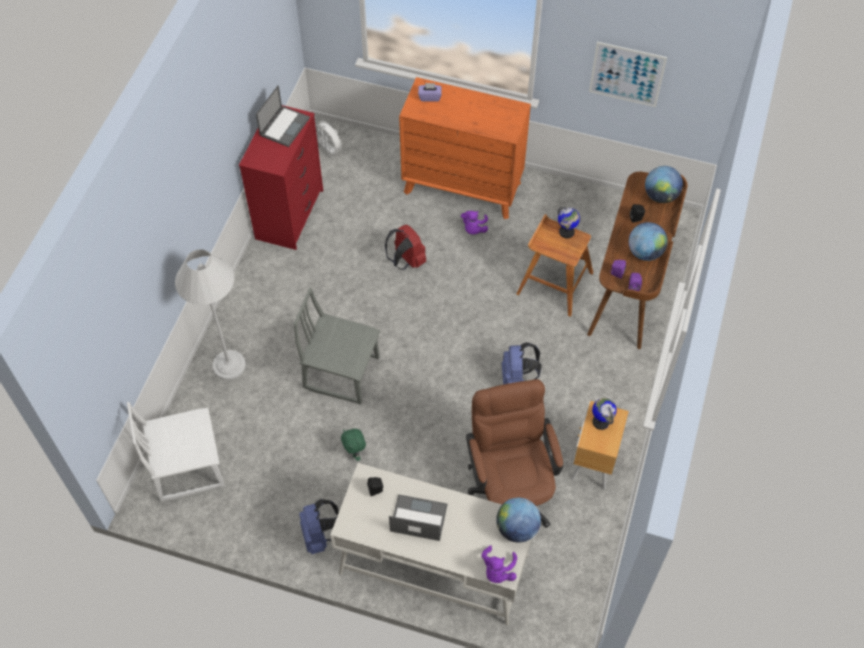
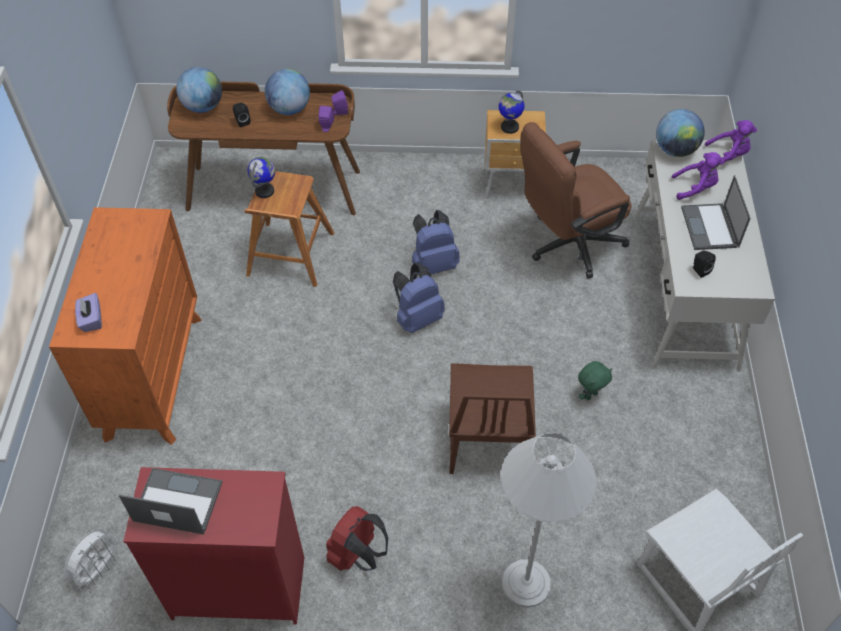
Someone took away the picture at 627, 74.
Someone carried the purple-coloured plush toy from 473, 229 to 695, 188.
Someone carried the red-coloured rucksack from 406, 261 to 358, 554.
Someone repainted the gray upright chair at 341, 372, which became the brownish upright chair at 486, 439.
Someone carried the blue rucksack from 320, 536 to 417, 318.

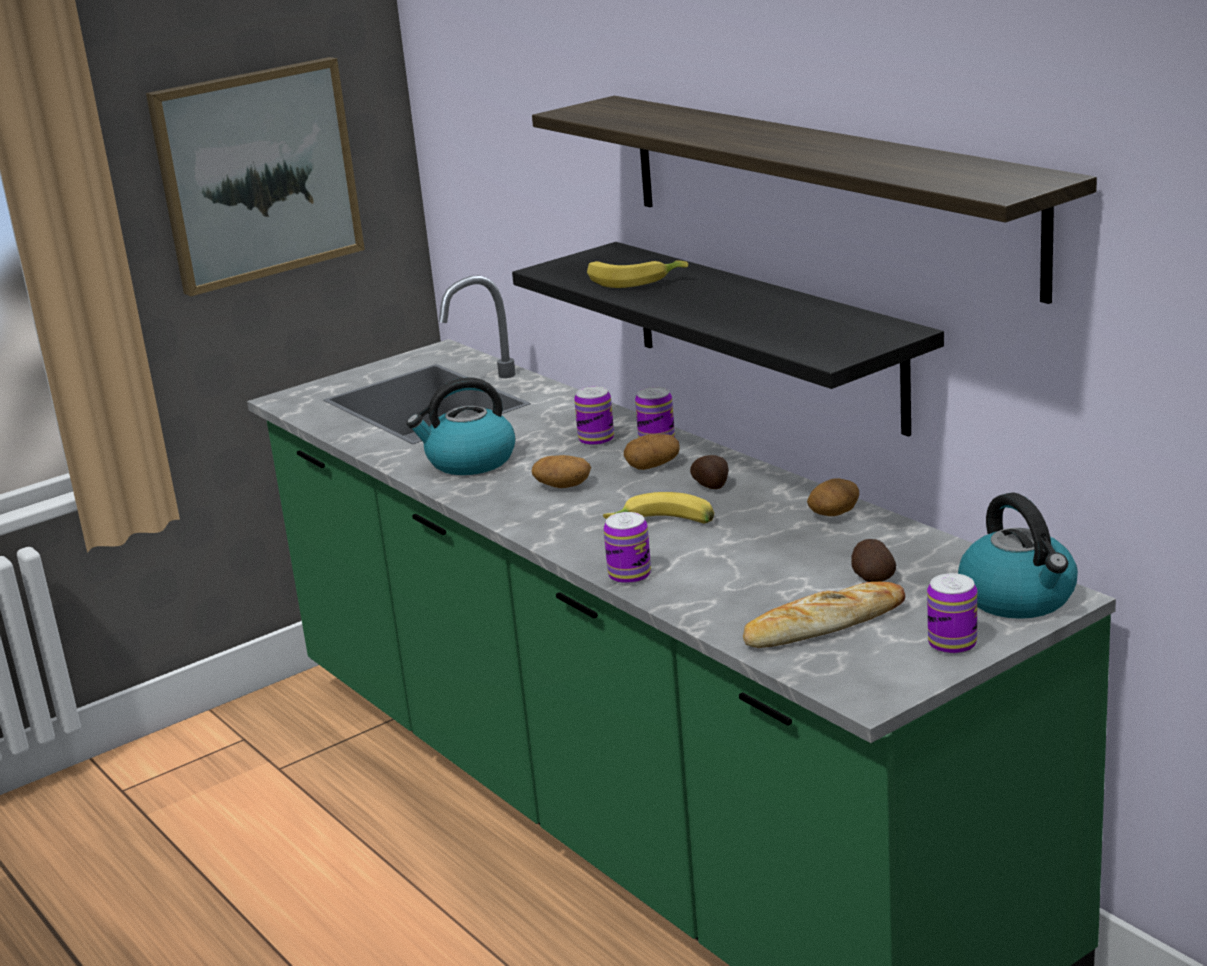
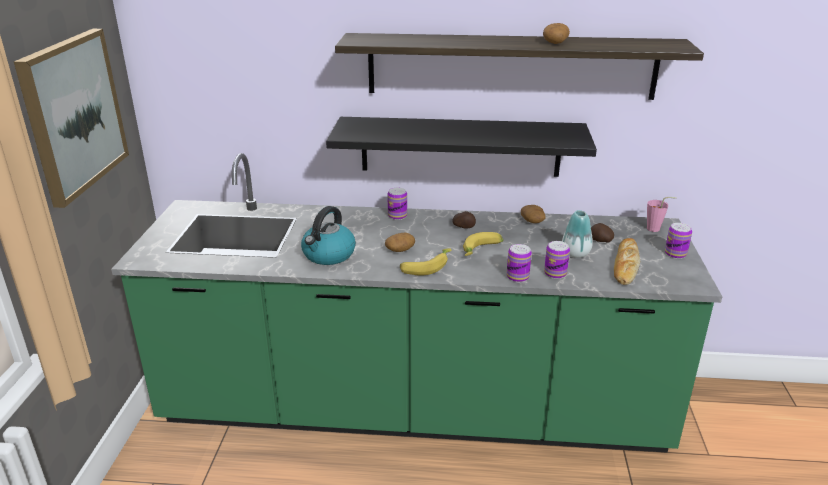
Someone carried the banana fruit from 634, 281 to 425, 267.
Someone carried the can from 596, 440 to 555, 273.
Someone carried the potato from 653, 465 to 555, 42.
Someone swapped the kettle at 1019, 598 for the pink cup at 656, 229.
Someone put down the flower vase at 575, 253.

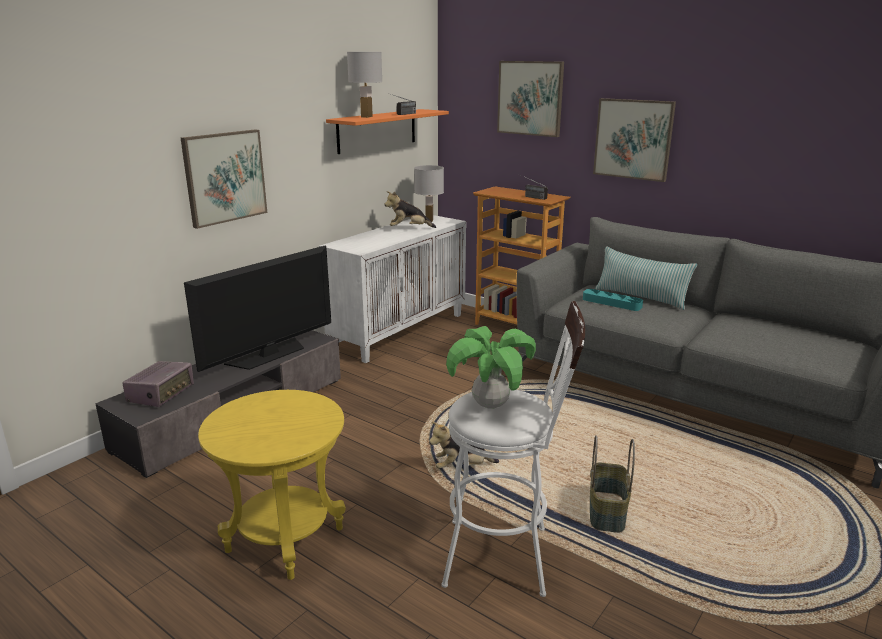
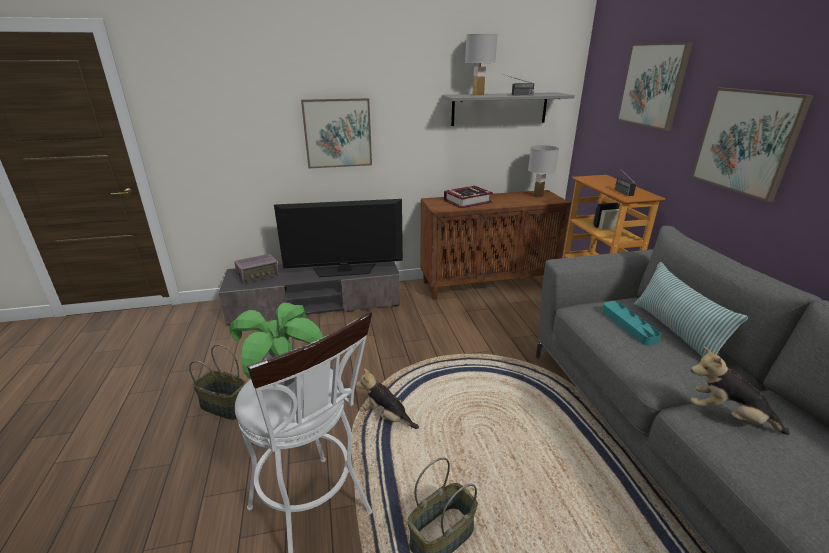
Someone repainted the orange wall shelf at 377, 130, which became the gray wall shelf at 499, 109.
Someone carried the plush toy from 409, 229 to 727, 416.
Someone repainted the whitish cupboard at 399, 331, which became the brownish cupboard at 488, 283.
Someone swapped the yellow end table at 285, 539 for the basket at 226, 405.
Someone put down the volume at 467, 201.

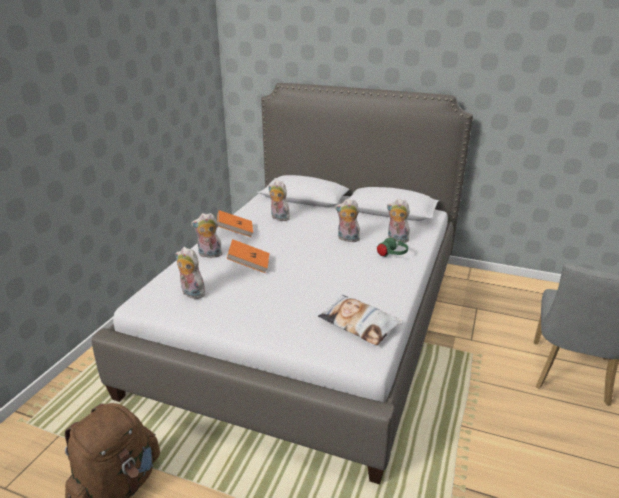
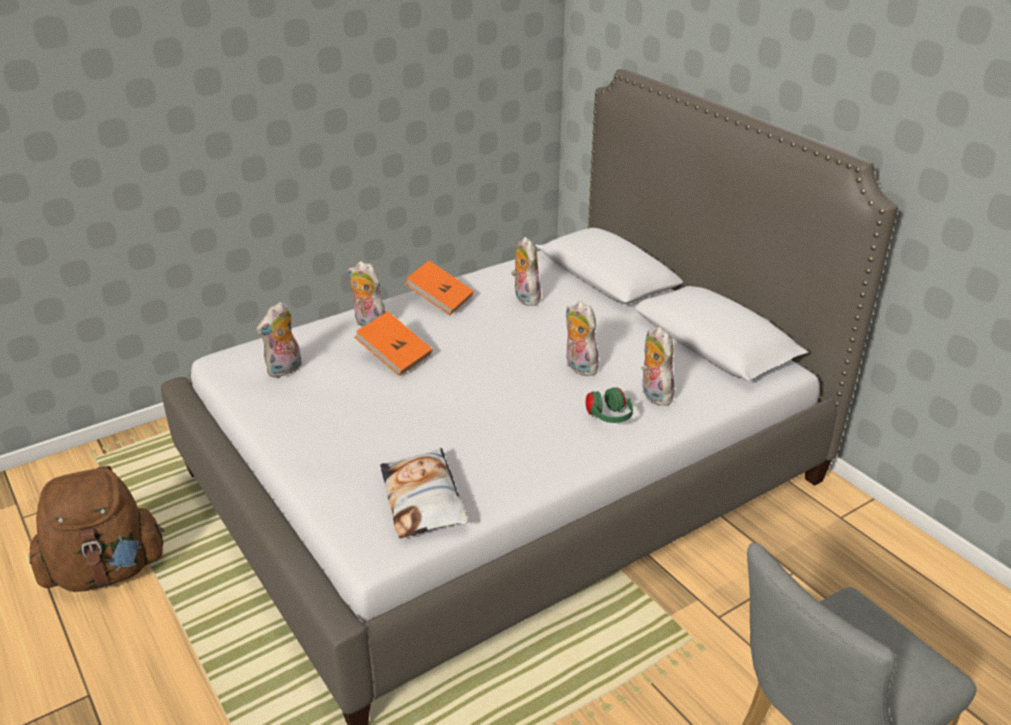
Someone rotated the plush toy at 191, 293 by 120 degrees counterclockwise.

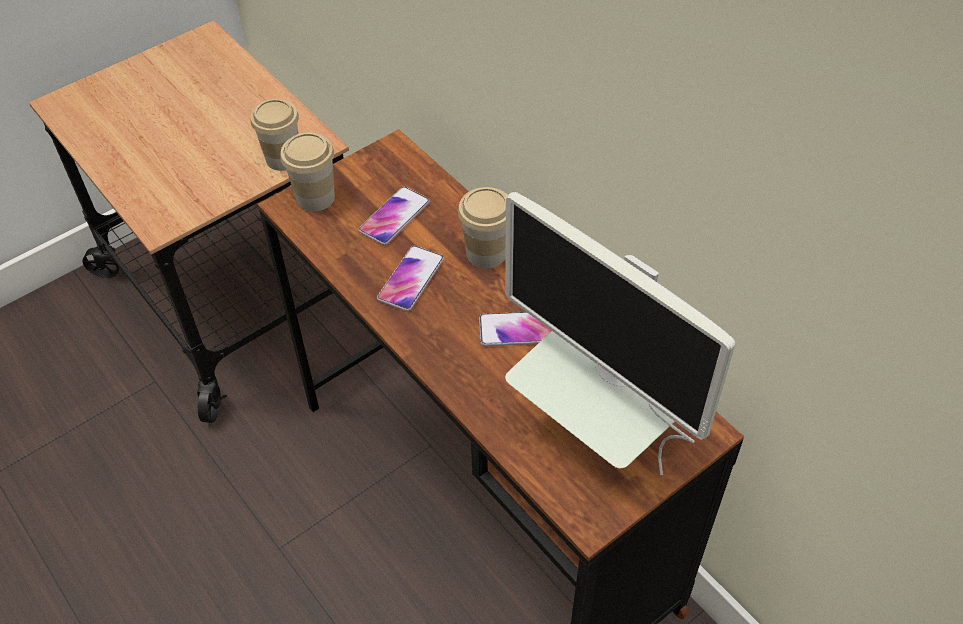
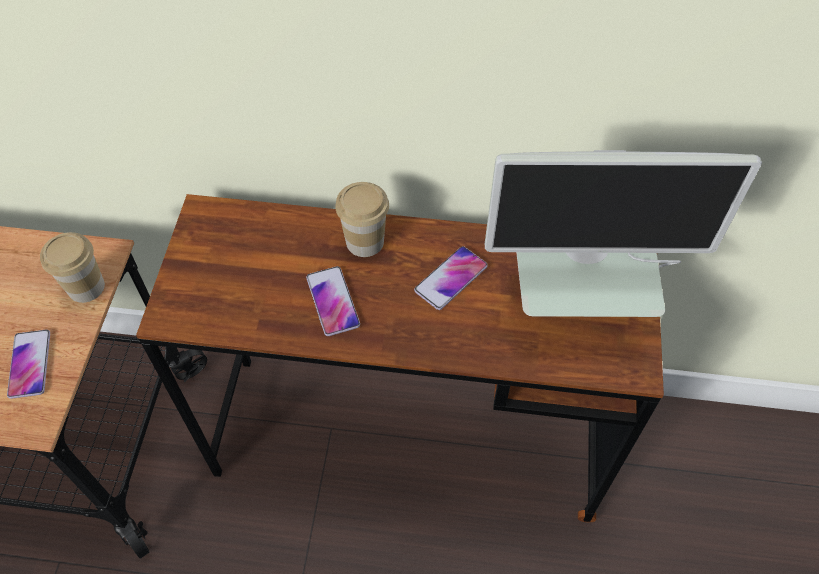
Someone took away the cup at 315, 197.
Someone carried the telephone from 394, 217 to 30, 364.

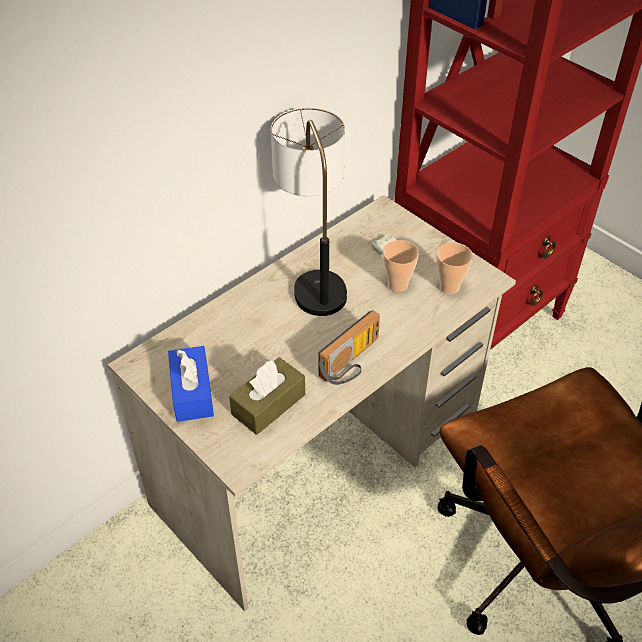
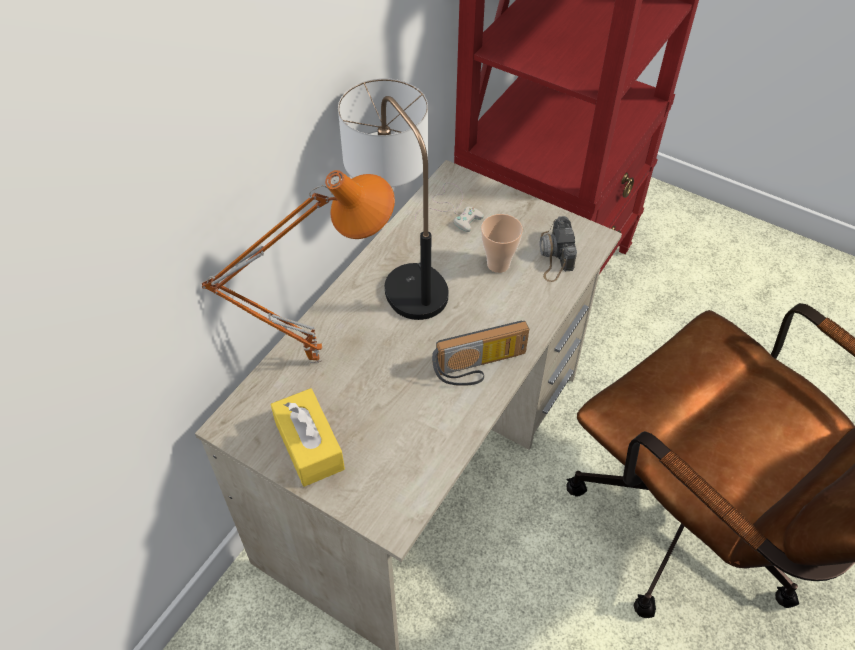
Someone swapped the cup at 449, 287 for the photo camera at 555, 255.
Someone rotated the radio at 353, 362 by 45 degrees clockwise.
Someone repainted the blue box of tissues at 192, 392, which became the yellow box of tissues at 309, 445.
Someone took away the brownish box of tissues at 268, 404.
Someone put down the orange lamp for a table at 315, 358.

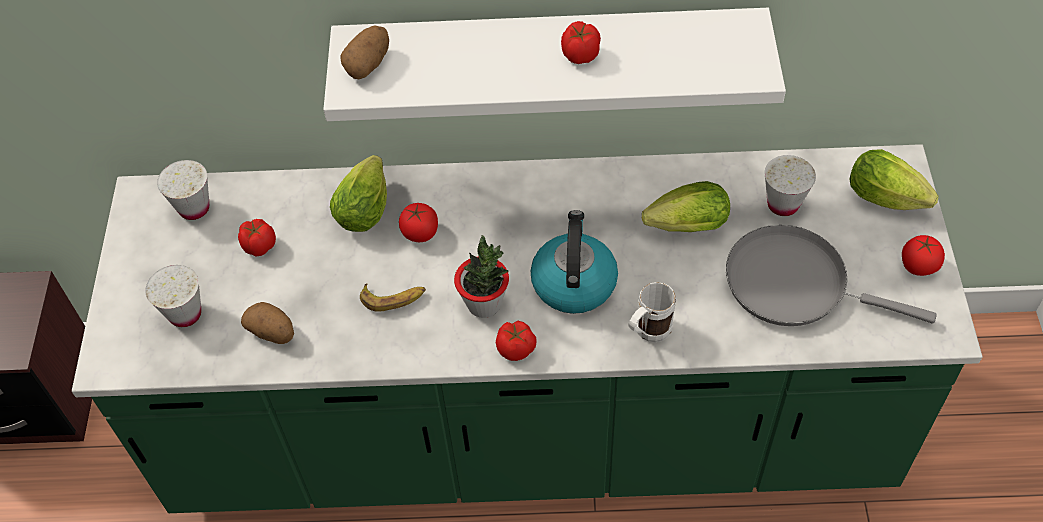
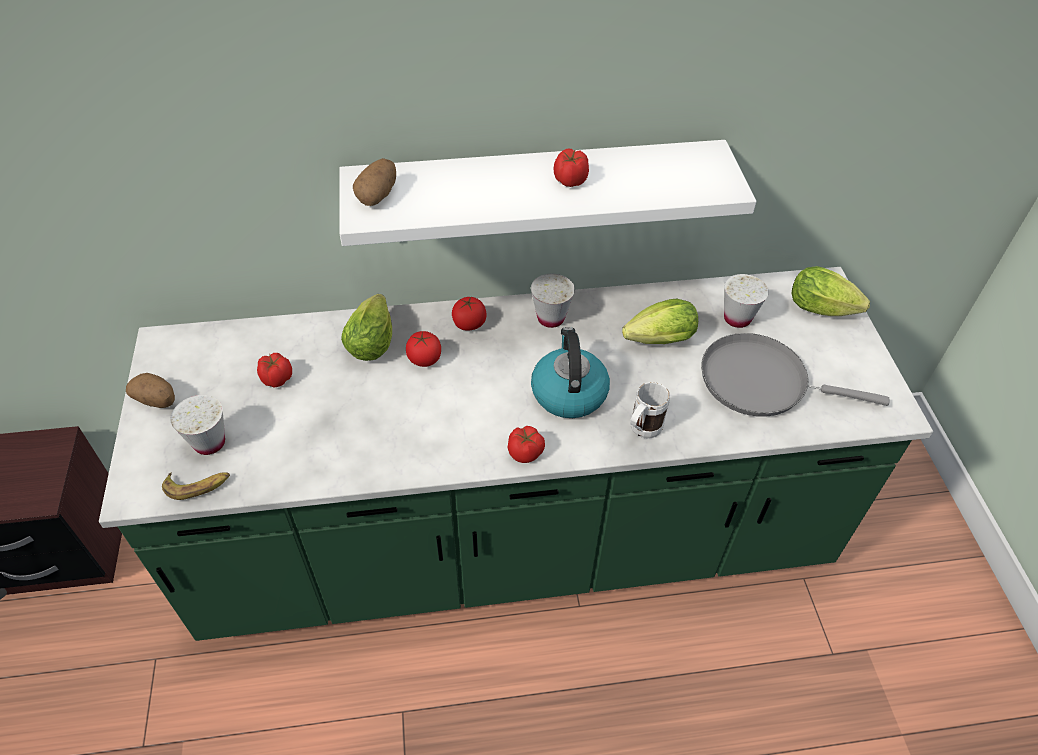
Someone carried the whitish cup from 194, 208 to 551, 318.
Someone took away the potted plant at 484, 304.
Someone carried the whole tomato from 918, 265 to 469, 324.
Someone carried the banana fruit from 393, 298 to 198, 485.
Someone carried the potato from 272, 332 to 157, 400.

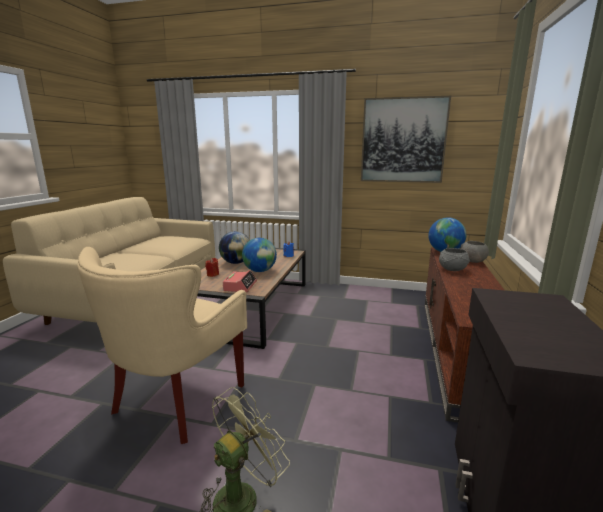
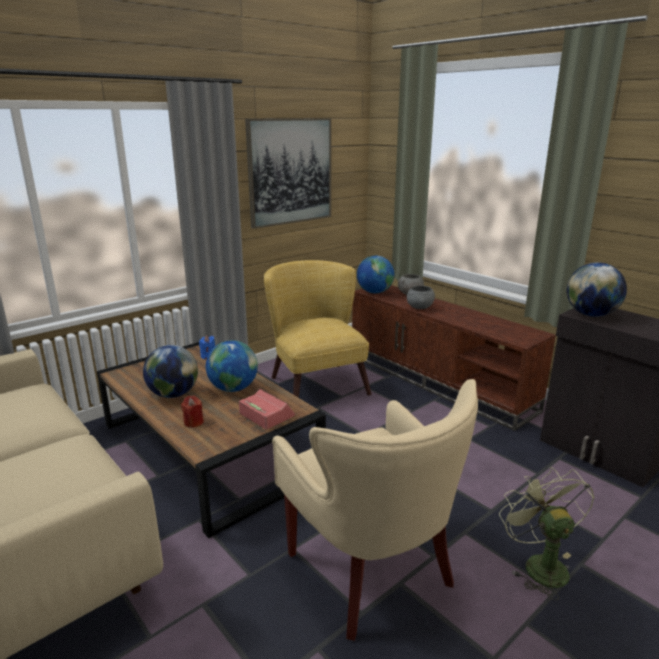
Someone put down the yellow armchair at 315, 381.
Someone put down the desk globe at 591, 315.

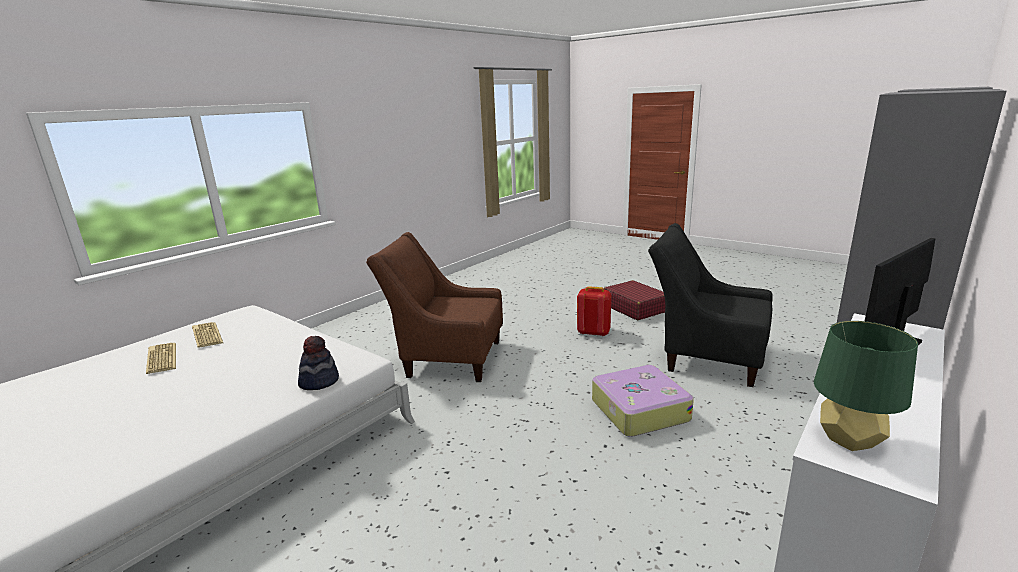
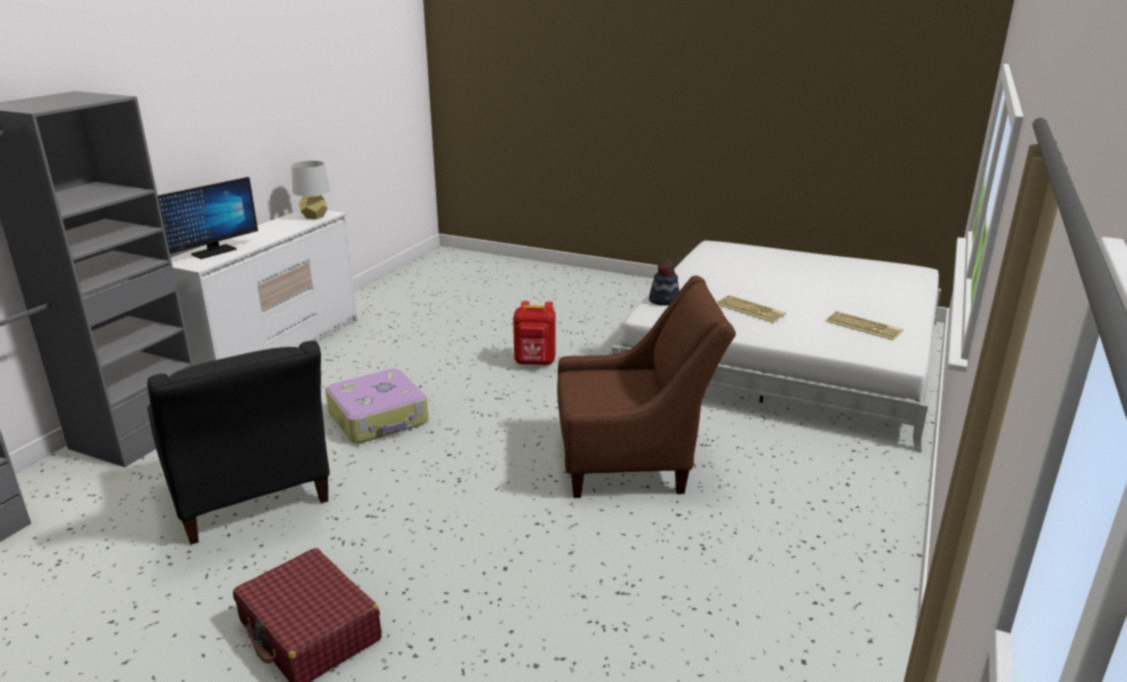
Someone rotated the blackish armchair at 705, 357 by 45 degrees clockwise.
Someone carried the red-coloured rucksack from 593, 332 to 535, 362.
Someone repainted the green-coloured lamp for a table at 849, 440, which became the gray lamp for a table at 314, 217.
Someone carried the keyboard from 160, 359 to 751, 309.

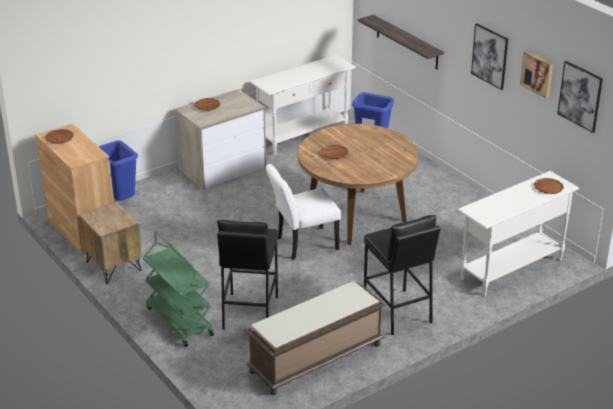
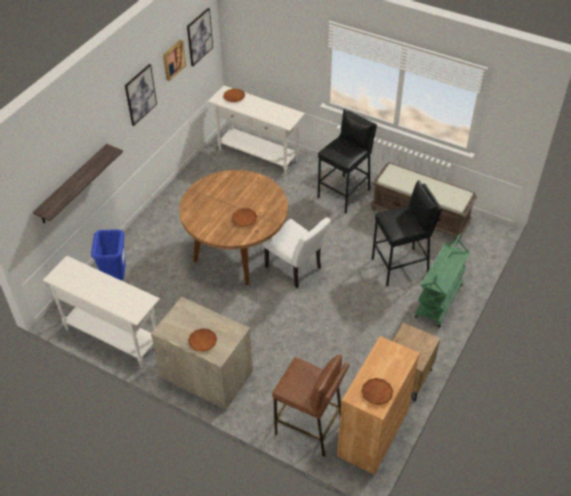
Someone swapped the blue rubbish bin at 120, 201 for the brownish stool seat at 309, 428.

